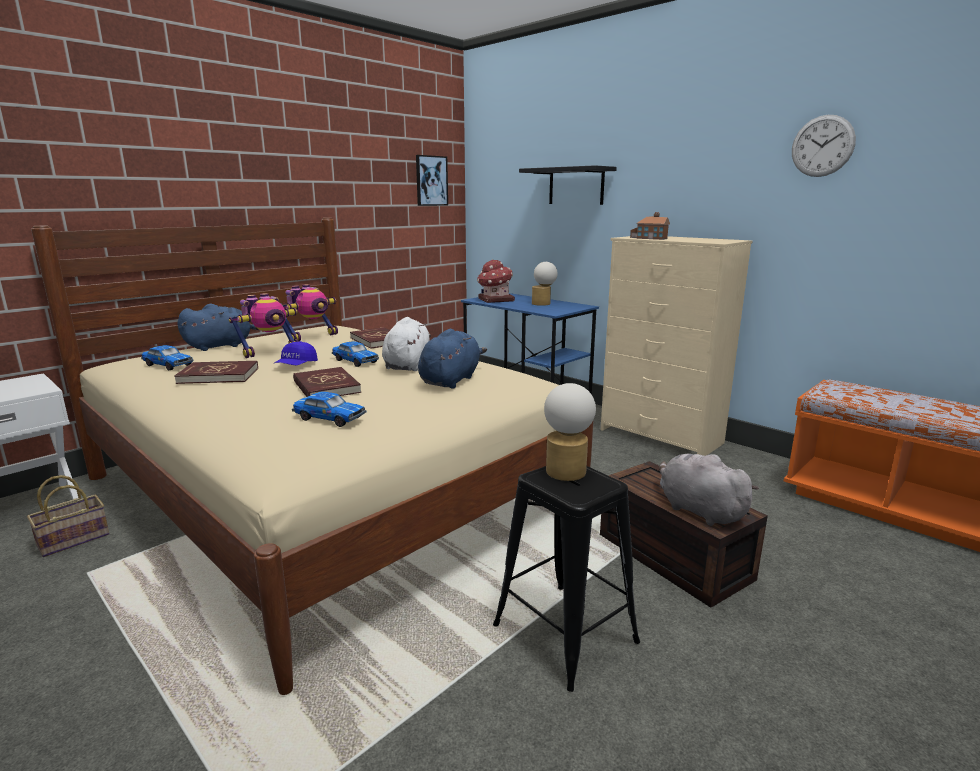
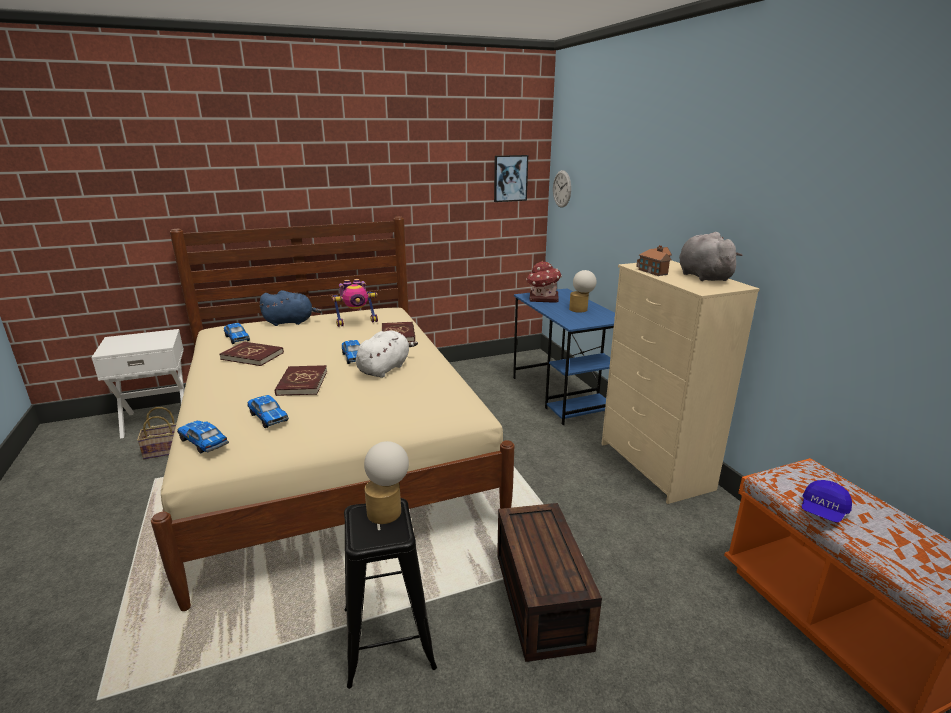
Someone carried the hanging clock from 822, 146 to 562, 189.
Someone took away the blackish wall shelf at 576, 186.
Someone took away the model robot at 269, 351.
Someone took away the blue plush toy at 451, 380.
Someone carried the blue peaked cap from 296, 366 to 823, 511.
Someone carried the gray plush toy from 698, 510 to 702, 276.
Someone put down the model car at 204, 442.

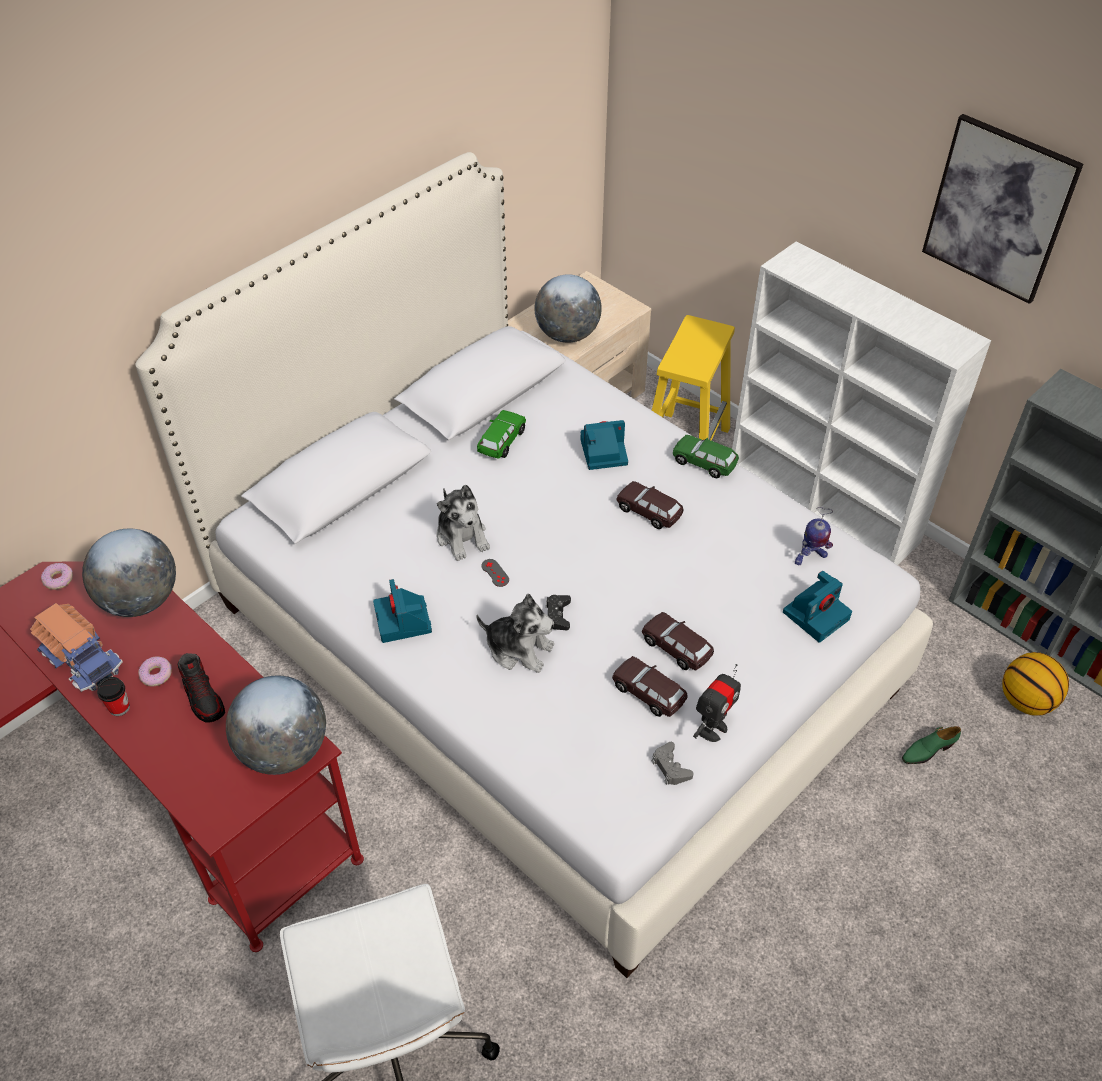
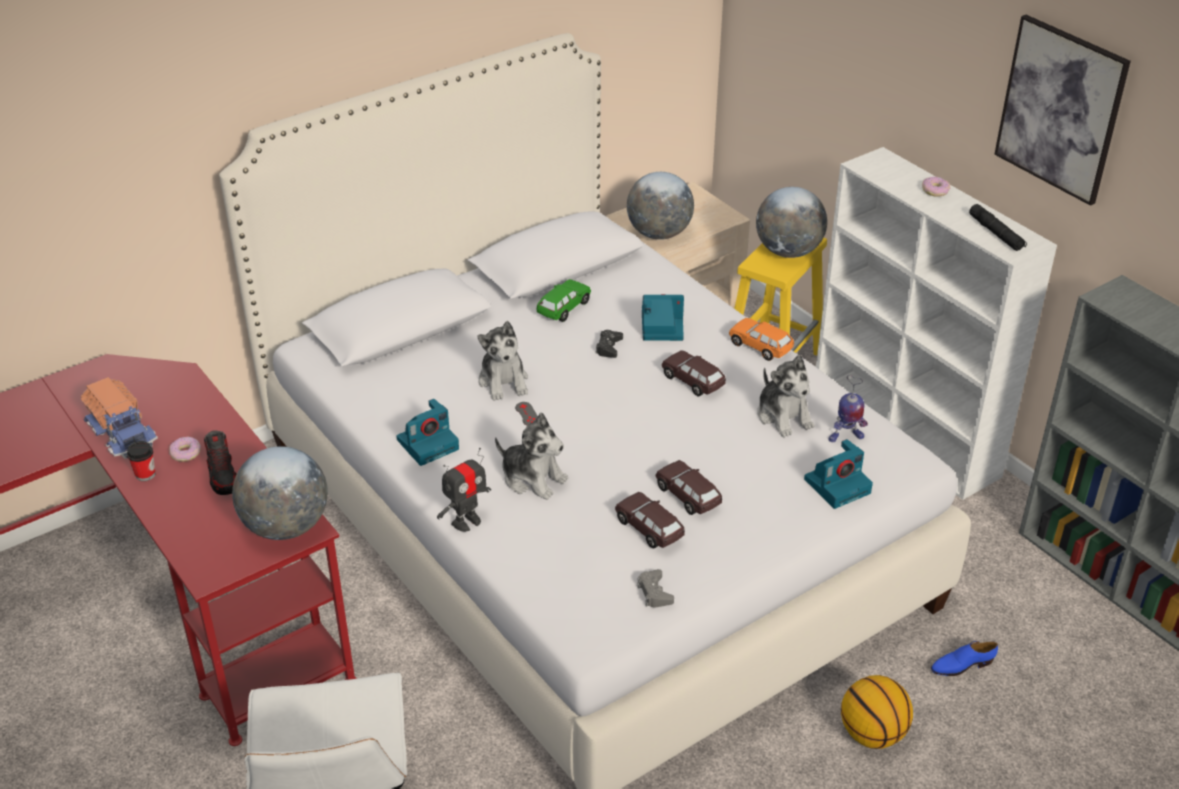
Someone repainted the green-coloured model car at 704, 463, which became the orange model car at 760, 347.
Someone carried the desk globe from 140, 600 to 788, 252.
Someone carried the donut from 59, 579 to 935, 190.
Someone rotated the photo camera at 404, 621 by 120 degrees counterclockwise.
Someone carried the blackish joypad from 557, 615 to 608, 347.
Someone carried the basketball from 1026, 701 to 872, 734.
Someone carried the model robot from 712, 729 to 466, 521.
Someone repainted the green-coloured item of footwear at 928, 750, which became the blue item of footwear at 962, 665.
Someone put down the blackish hand torch at 996, 233.
Someone put down the plush toy at 784, 416.

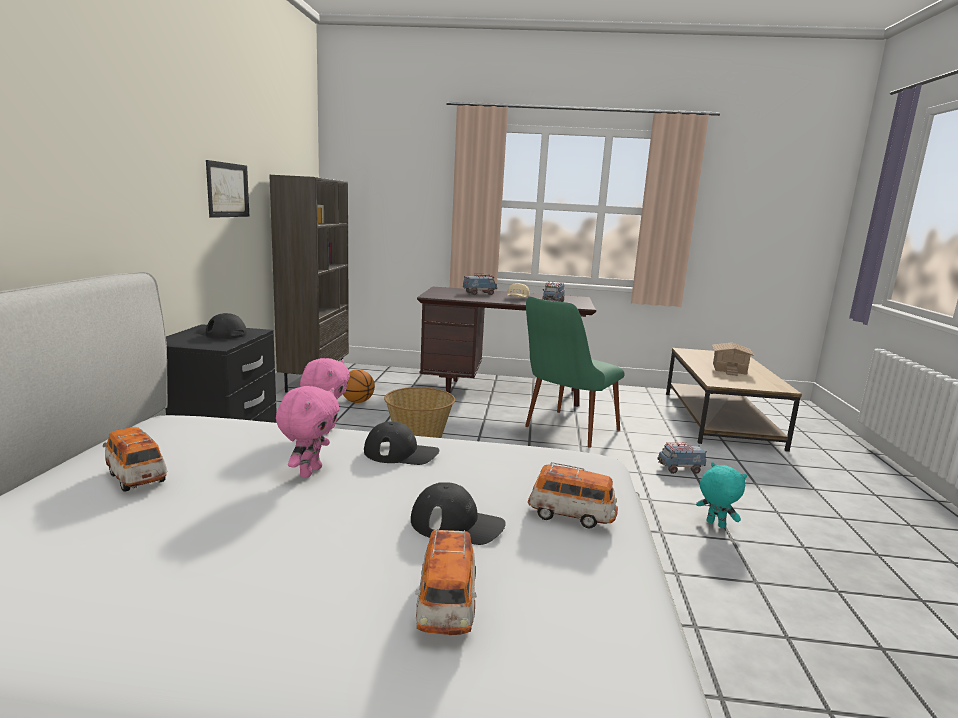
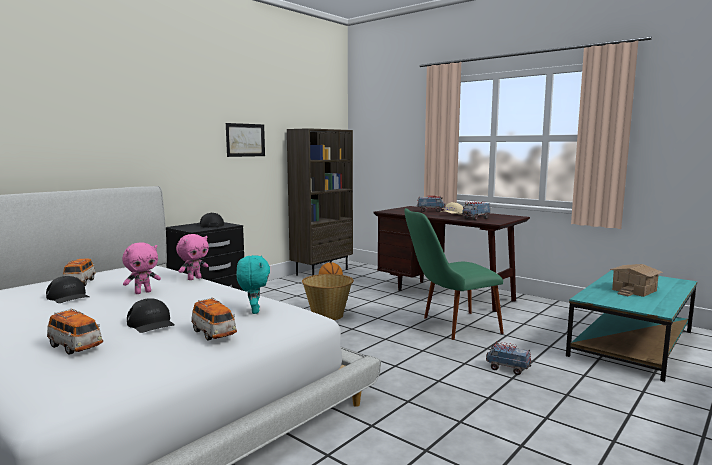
Someone repainted the brownish lounge table at 719, 418, which became the turquoise lounge table at 631, 343.
Someone carried the blackish peaked cap from 401, 453 to 68, 297.
Someone carried the turquoise plush toy from 715, 524 to 254, 311.
Someone rotated the model car at 446, 605 by 90 degrees counterclockwise.

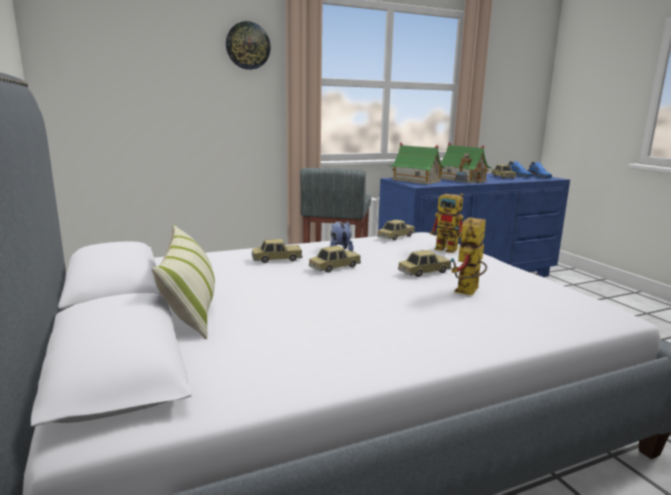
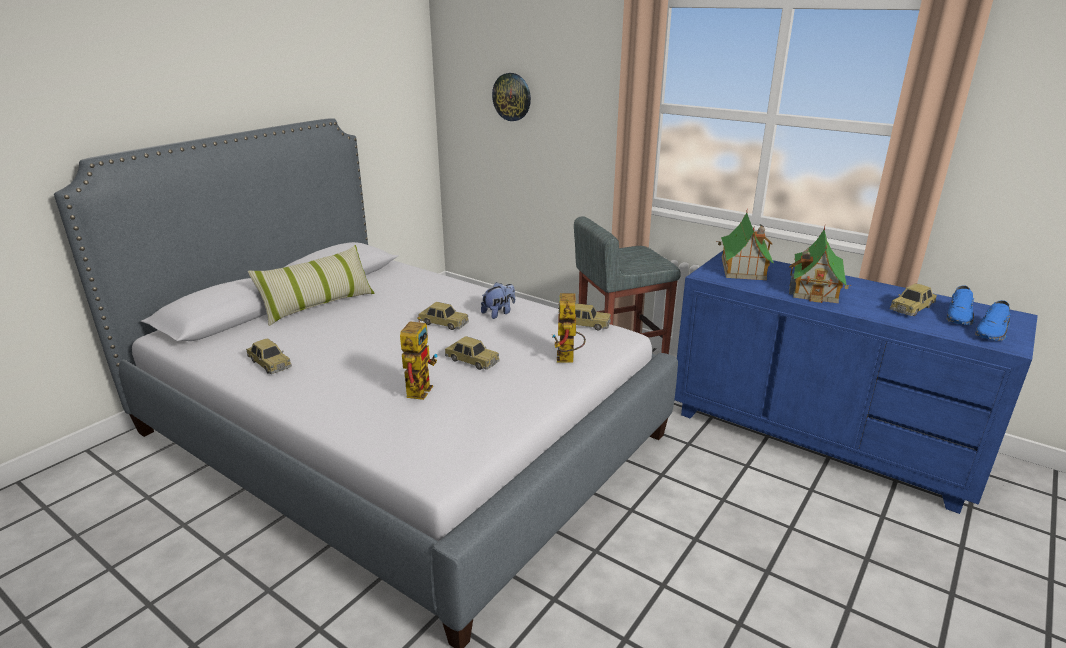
Someone carried the hanging clock from 248, 46 to 512, 97.
Someone rotated the model robot at 468, 292 by 105 degrees clockwise.
Someone carried the model car from 276, 259 to 269, 363.

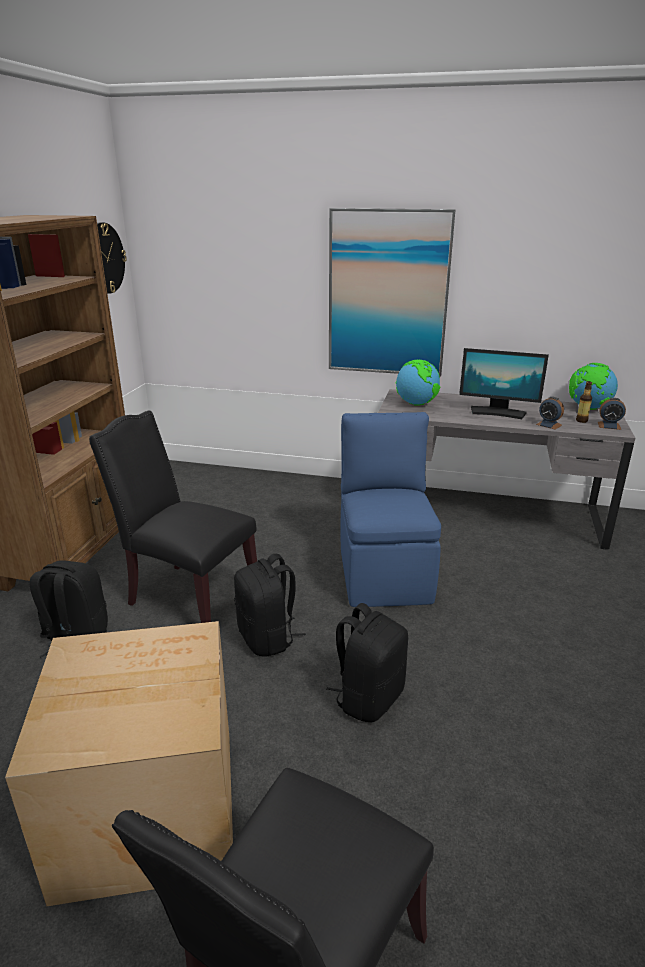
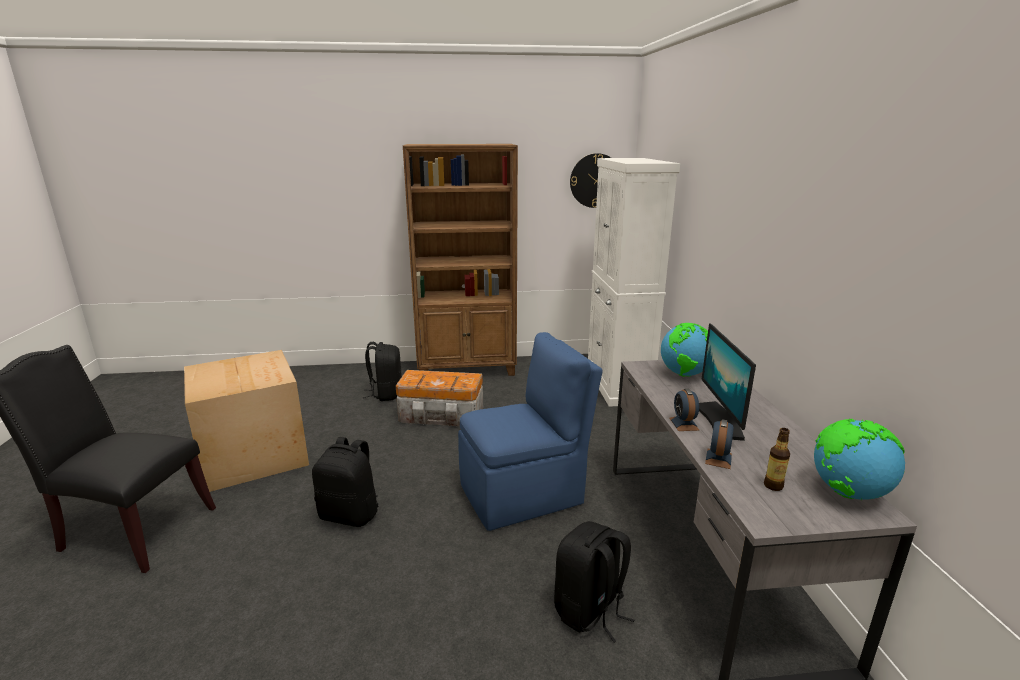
Someone took away the picture at 387, 294.
Someone carried the alarm clock from 609, 426 to 684, 424.
Someone swapped the blackish upright chair at 188, 596 for the storage container at 442, 415.
Someone carried the blackish rucksack from 267, 638 to 590, 611.
Someone put down the whitish cupboard at 618, 385.

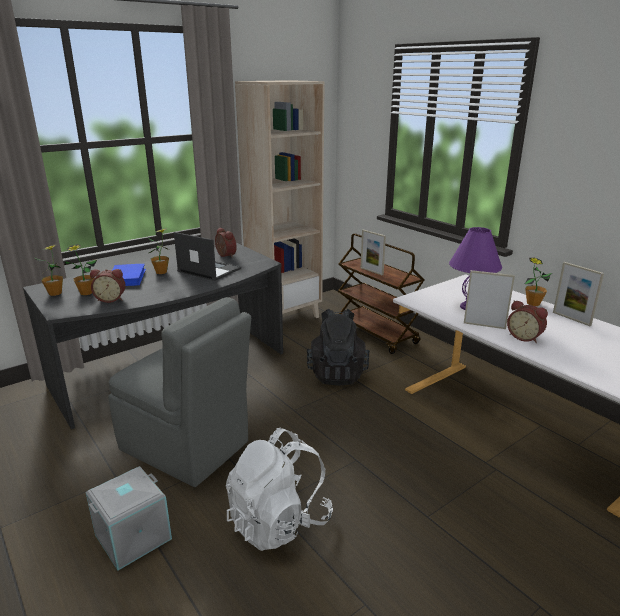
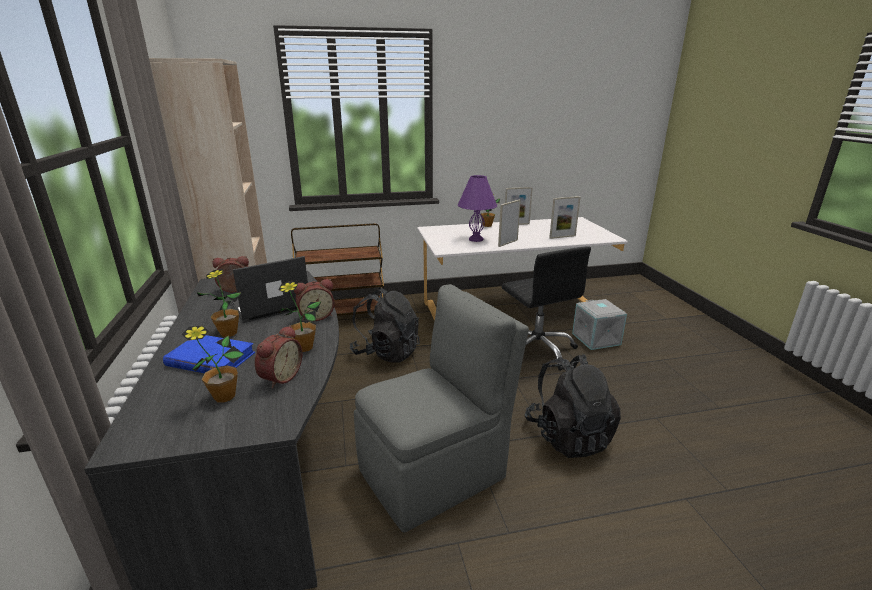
Someone carried the standing frame from 371, 271 to 562, 237.
Someone carried the potted plant from 55, 293 to 304, 347.
Someone carried the alarm clock from 524, 337 to 316, 316.
Someone repainted the whitish rucksack at 278, 521, which became the blackish rucksack at 568, 436.
Someone carried the gray storage container from 133, 538 to 597, 339.
Someone put down the blackish desk chair at 537, 350.

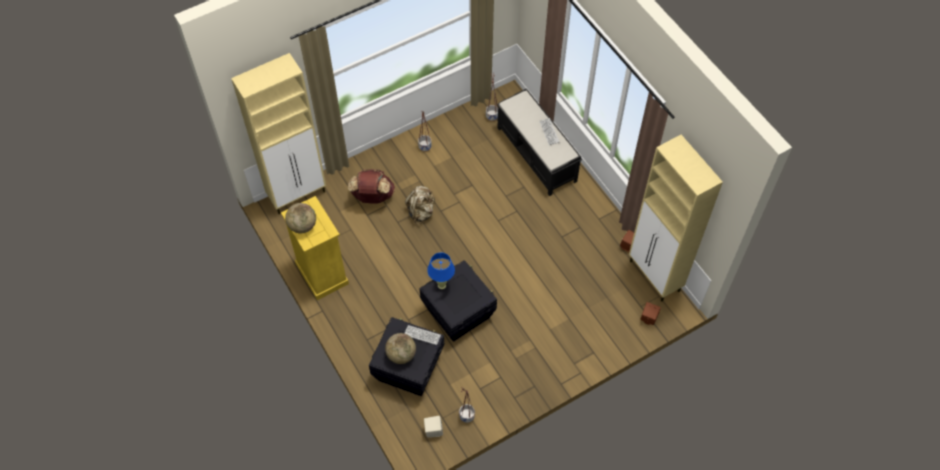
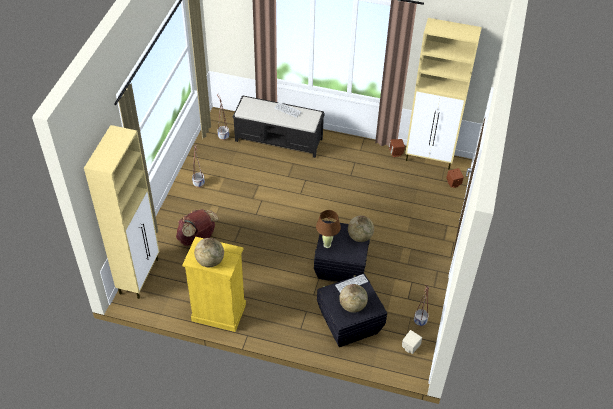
Someone took away the sand-coloured rucksack at 421, 212.
Someone repainted the blue lamp for a table at 442, 285, which became the brownish lamp for a table at 327, 245.
Someone put down the desk globe at 360, 237.

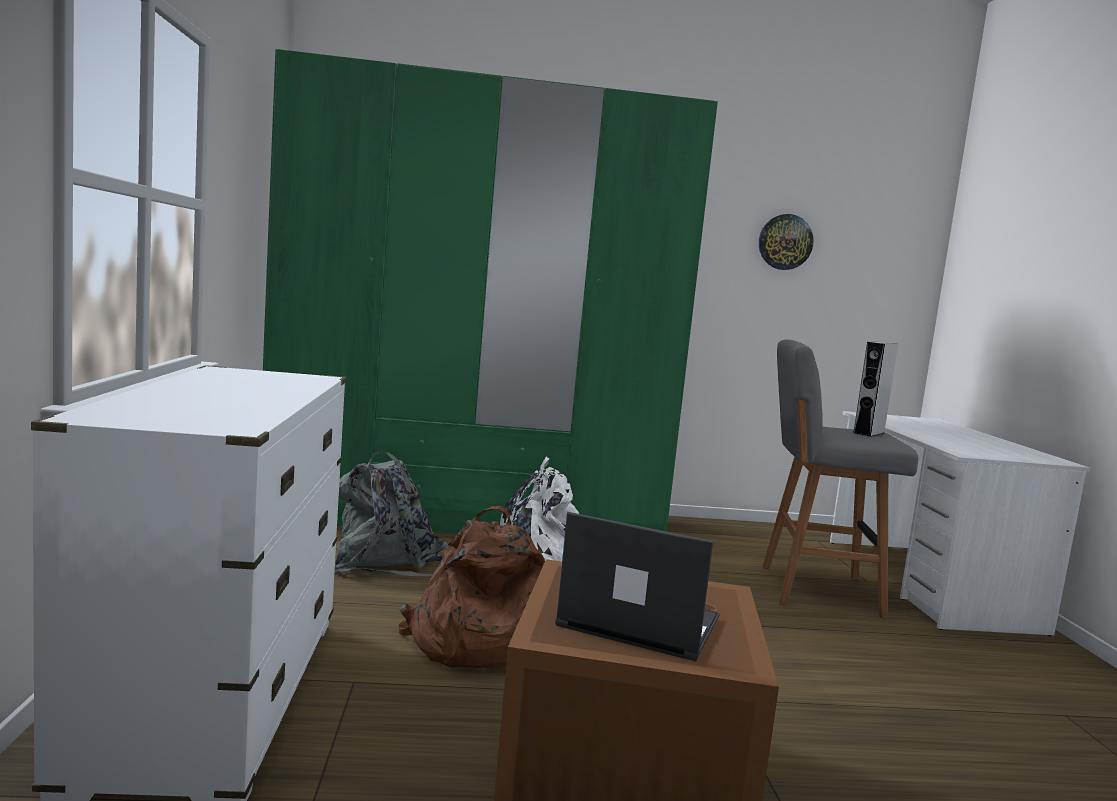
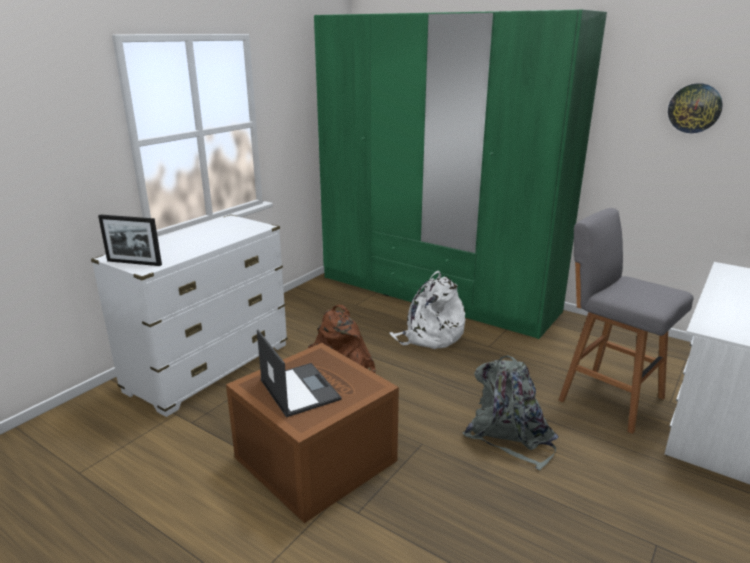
Someone took away the gray loudspeaker at 868, 433.
Someone carried the gray rucksack from 387, 563 to 509, 435.
Someone put down the standing frame at 134, 263.

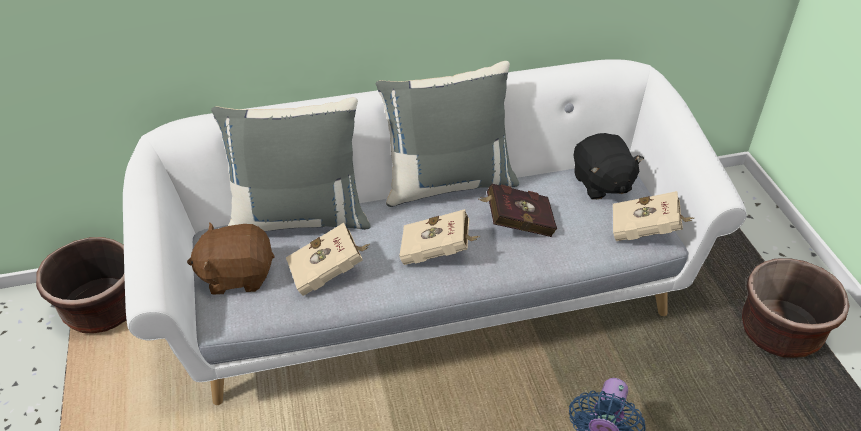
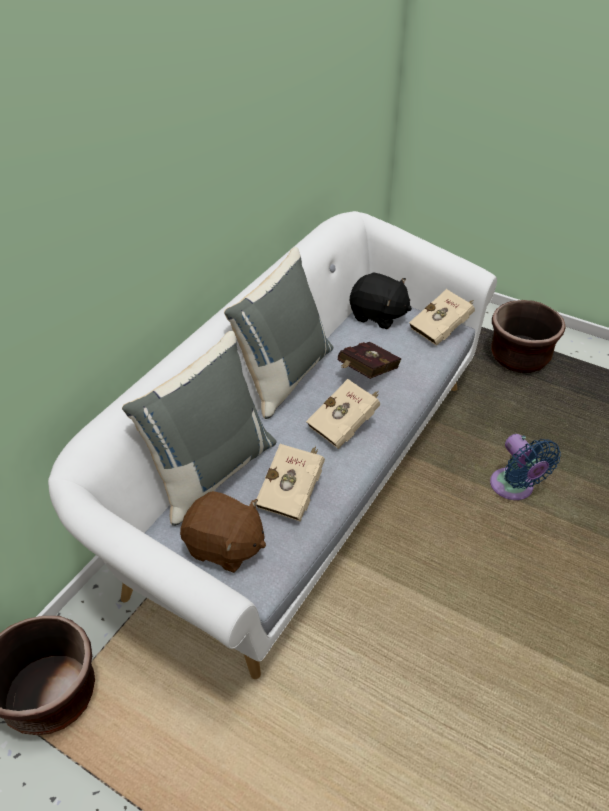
Someone rotated the brownish plush toy at 237, 275 by 105 degrees counterclockwise.

